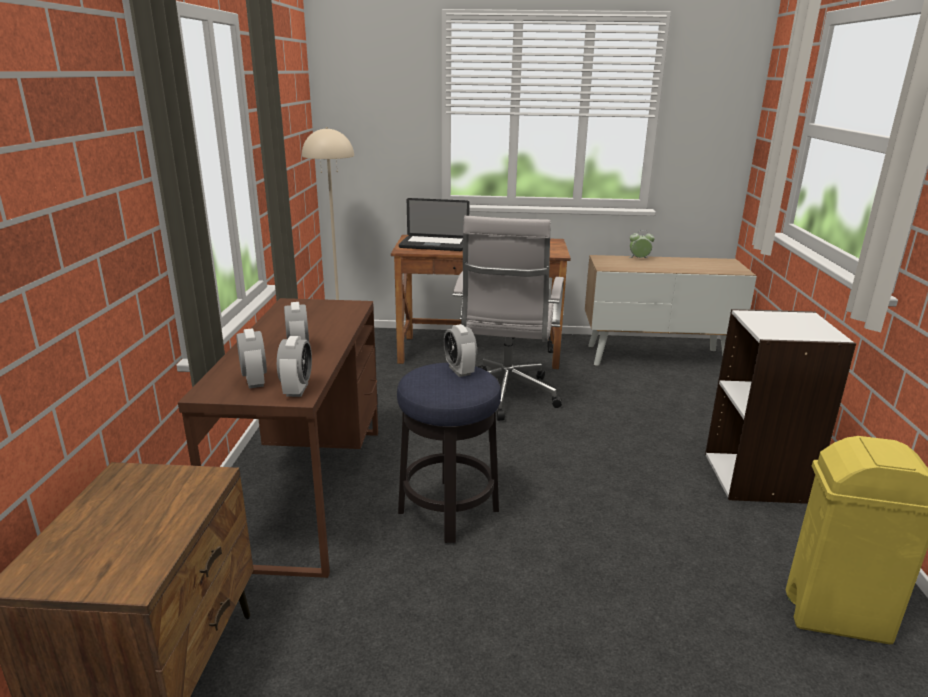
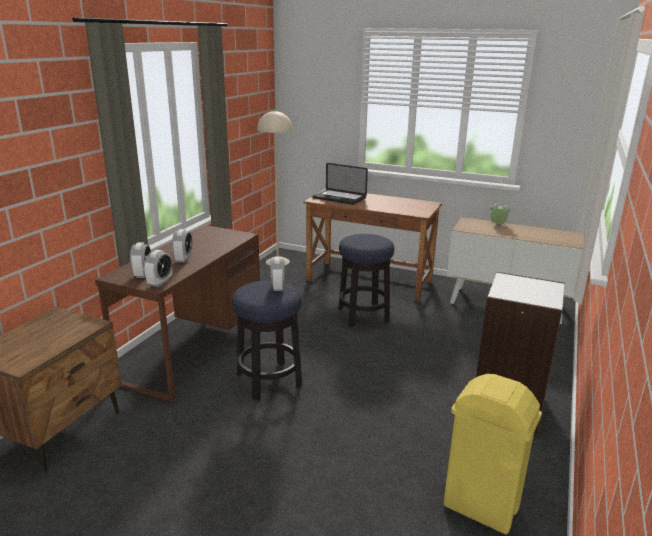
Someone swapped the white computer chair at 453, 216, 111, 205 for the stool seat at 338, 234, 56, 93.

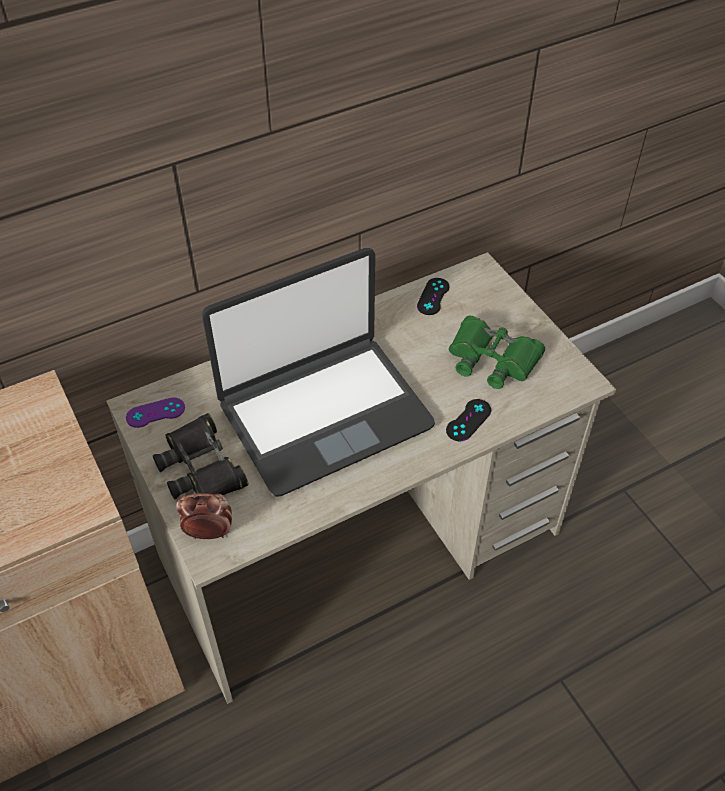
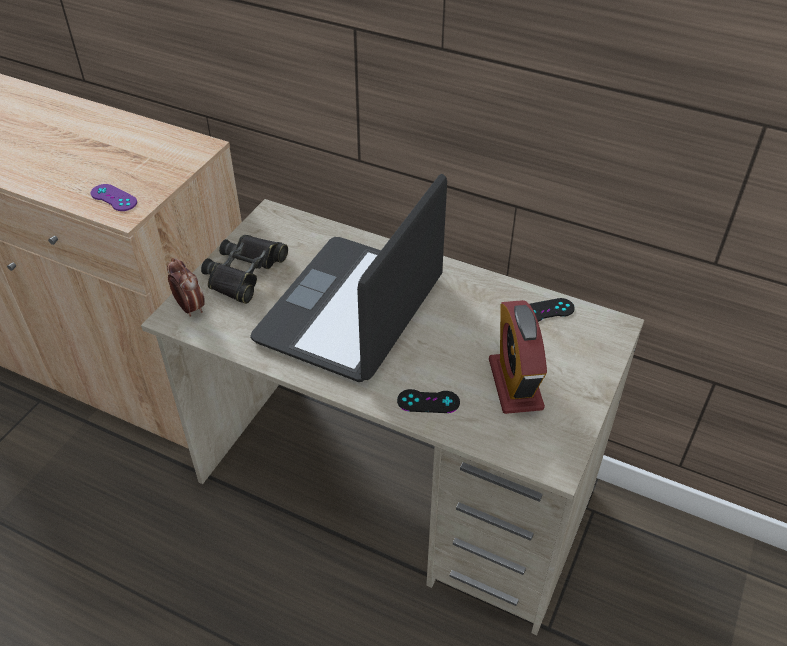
Someone carried the purple joypad from 126, 397, 59, 31 to 91, 184, 46, 27. Someone rotated the laptop at 202, 248, 233, 249 by 90 degrees clockwise. Someone swapped the green field glasses at 449, 316, 96, 73 for the table clock at 489, 300, 58, 114.

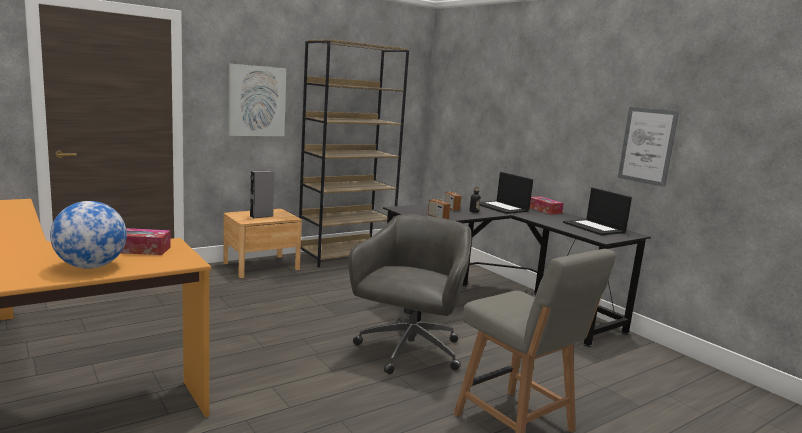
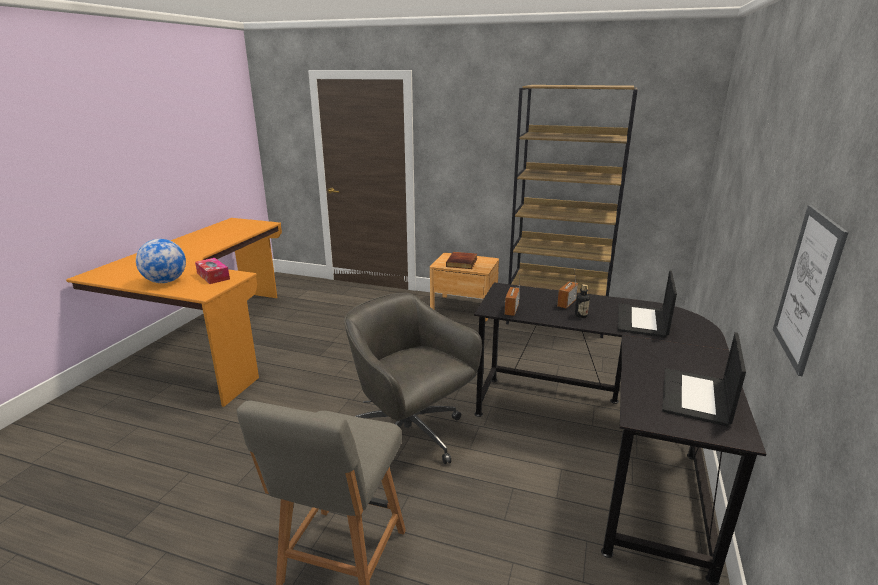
Someone took away the wall art at 228, 64, 58, 72. Someone swapped the gray loudspeaker at 249, 170, 25, 48 for the volume at 446, 252, 31, 17. Someone rotated the gray computer chair at 349, 214, 122, 160 by 120 degrees counterclockwise. Someone took away the tissue holder at 530, 196, 34, 19.

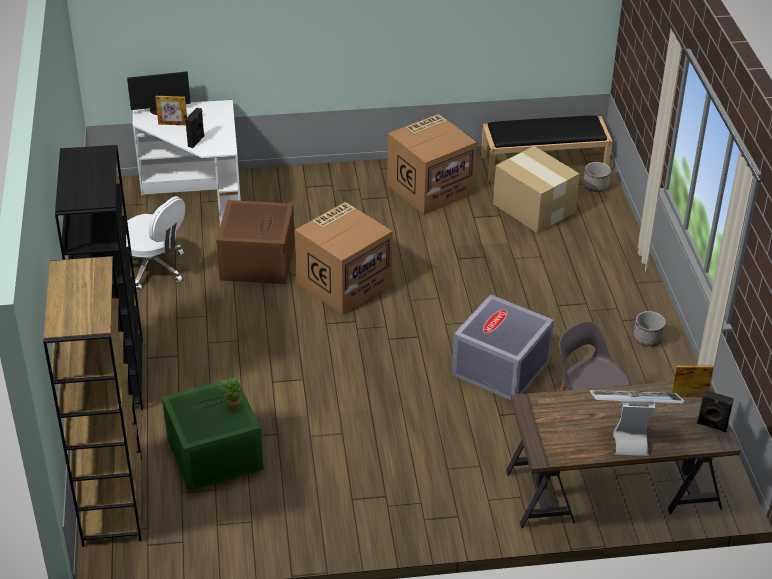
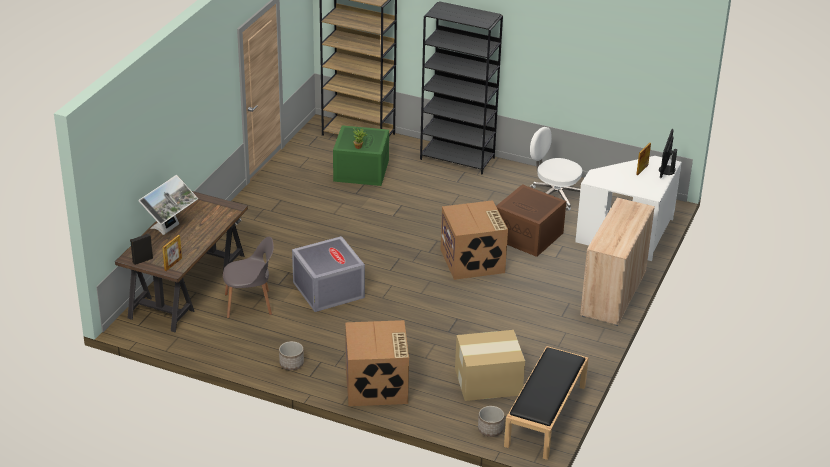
Someone rotated the white computer chair at 126, 196, 59, 95 by 60 degrees clockwise. Someone took away the blackish loudspeaker at 185, 108, 19, 40. Someone carried the packing box from 387, 114, 90, 101 to 345, 320, 64, 86. Someone put down the sand-coloured storage cabinet at 580, 198, 75, 128.

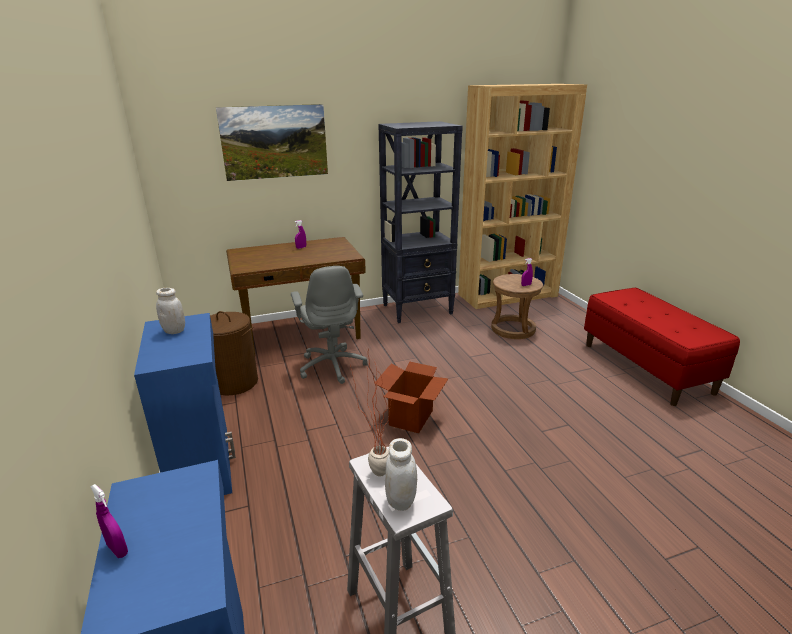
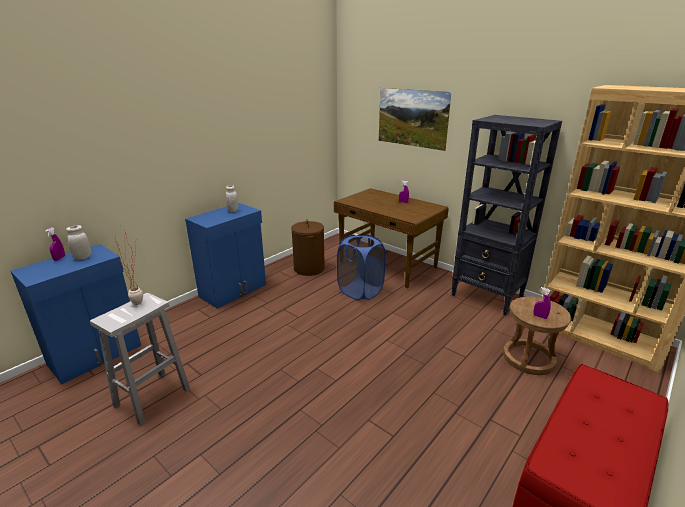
Someone swapped the gray computer chair at 291, 266, 77, 118 for the blue washing basket at 337, 234, 49, 66. Someone took away the packing box at 374, 361, 74, 72. Someone carried the white storage jar from 385, 438, 32, 73 to 66, 225, 25, 35.

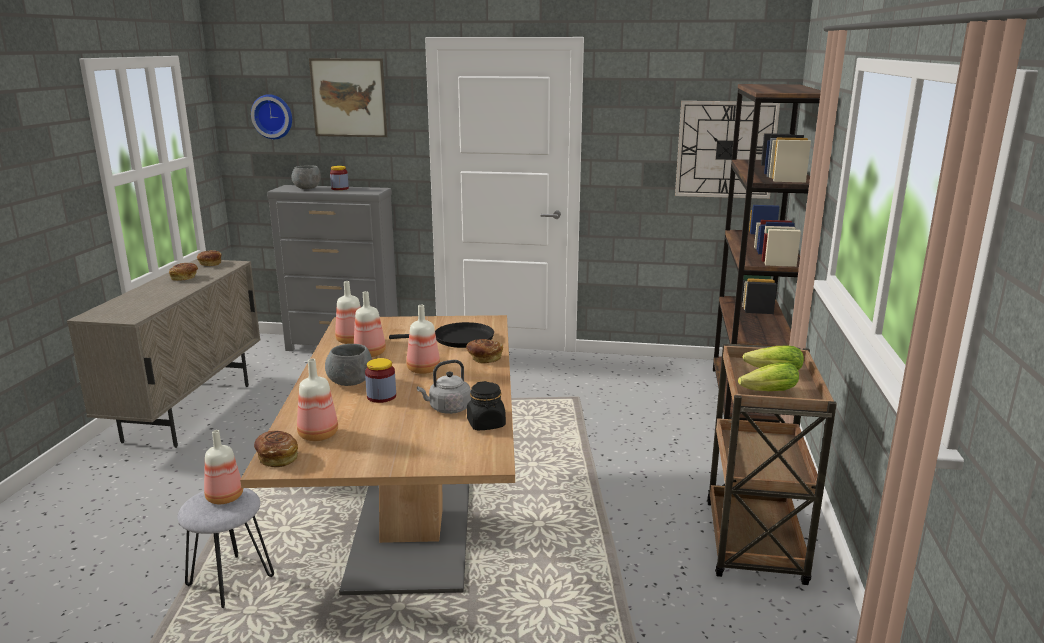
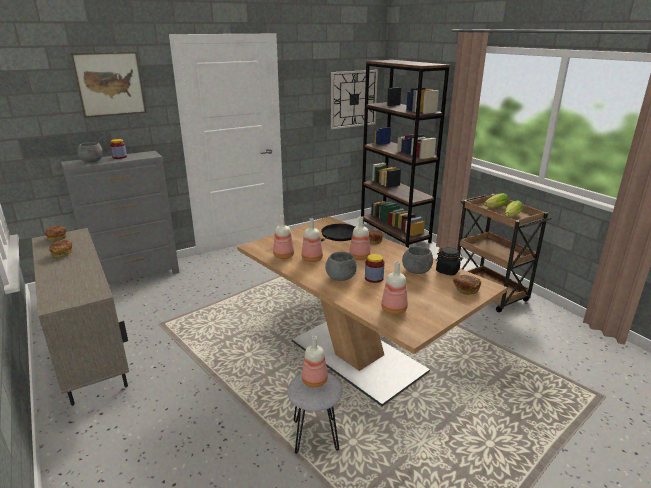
Someone took away the wall clock at 251, 94, 41, 45. Someone carried the baked bread from 254, 431, 44, 36 to 453, 275, 28, 20. Someone swapped the gray water kettle at 417, 360, 54, 54 for the gray serving bowl at 402, 246, 31, 28.

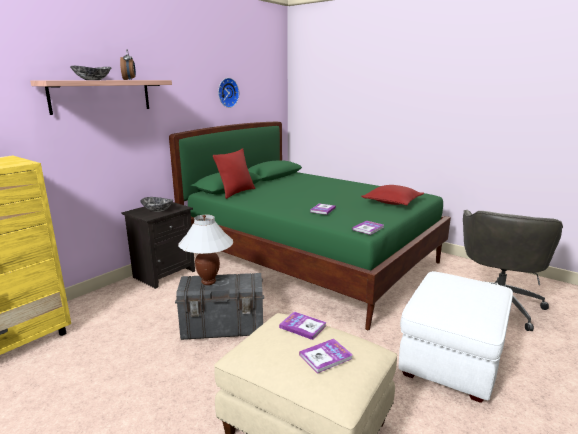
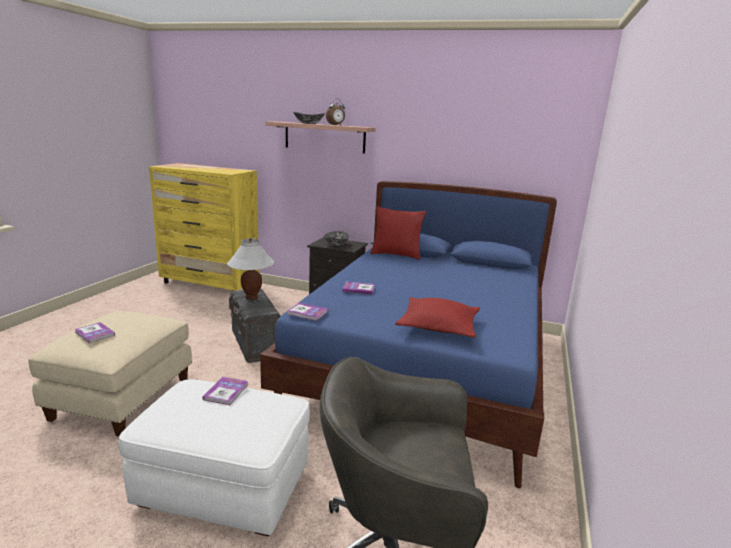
Someone repainted the green sleeping bed at 169, 121, 282, 209, which became the blue sleeping bed at 260, 181, 297, 307. Someone took away the wall clock at 218, 78, 21, 30. Someone carried the volume from 279, 312, 48, 28 to 203, 377, 45, 28.

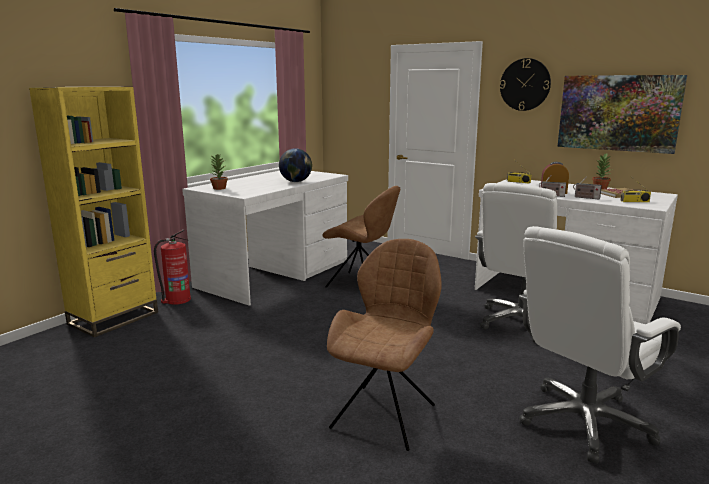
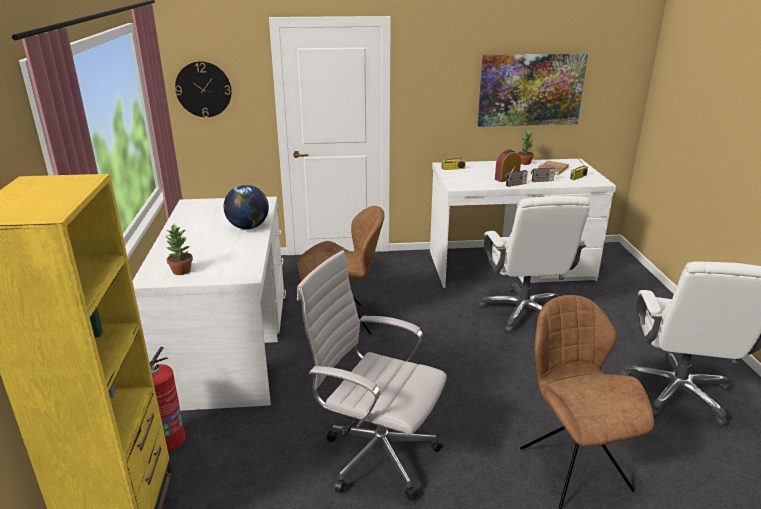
Someone carried the wall clock from 500, 58, 51, 53 to 175, 61, 57, 56. Someone put down the white computer chair at 297, 250, 150, 250.

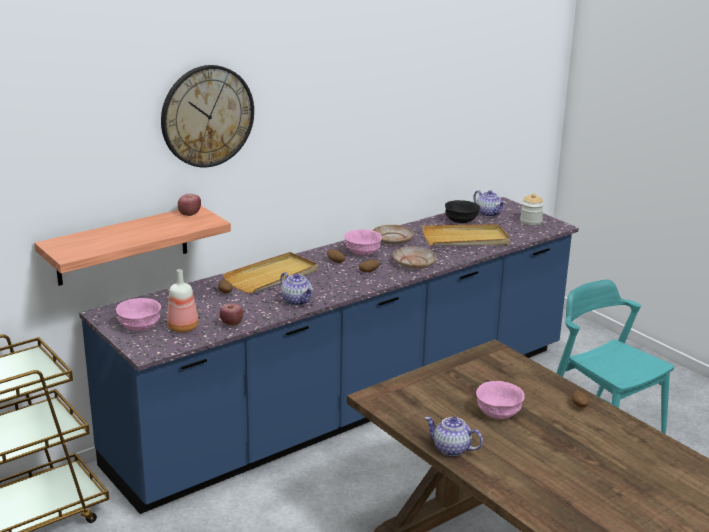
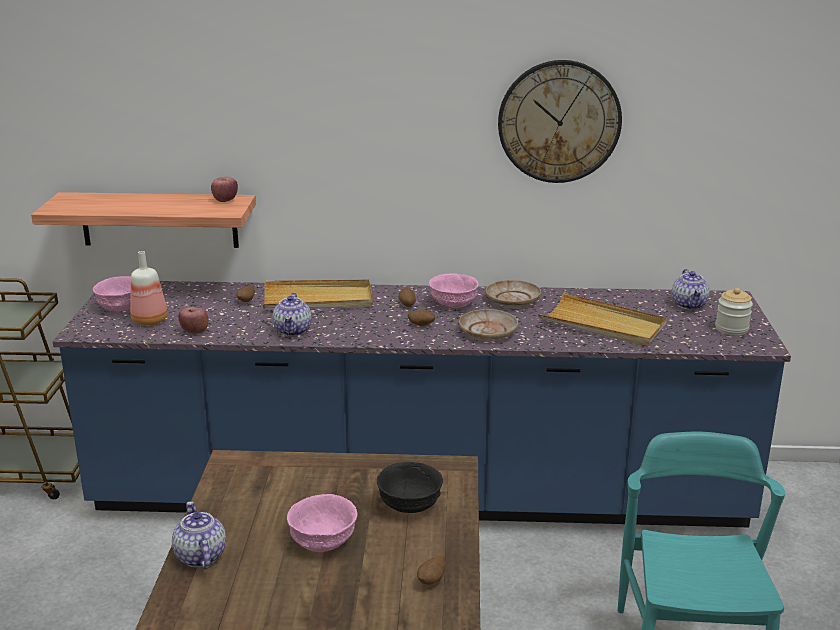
Someone carried the wall clock from 161, 65, 93, 102 to 498, 60, 124, 123. Someone carried the blackish serving bowl from 445, 200, 35, 23 to 377, 462, 66, 51.

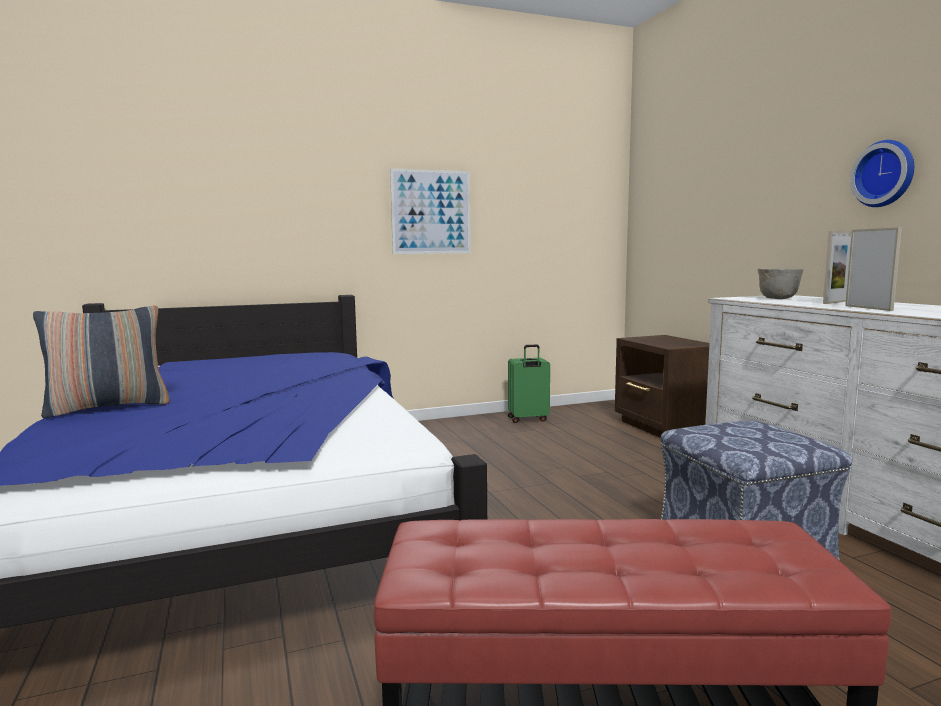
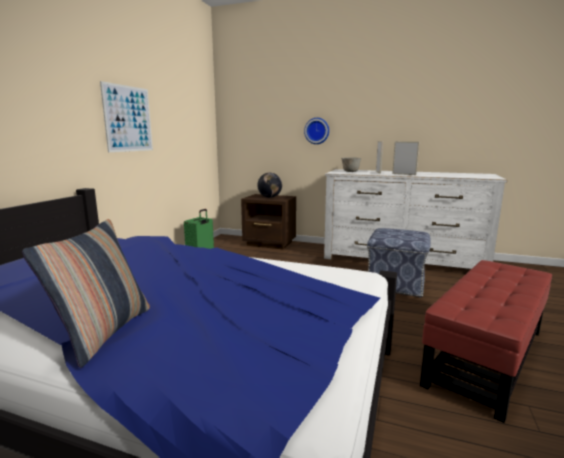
Someone carried the wall clock from 850, 140, 64, 67 to 304, 118, 25, 26. Someone put down the world globe at 257, 173, 25, 25.

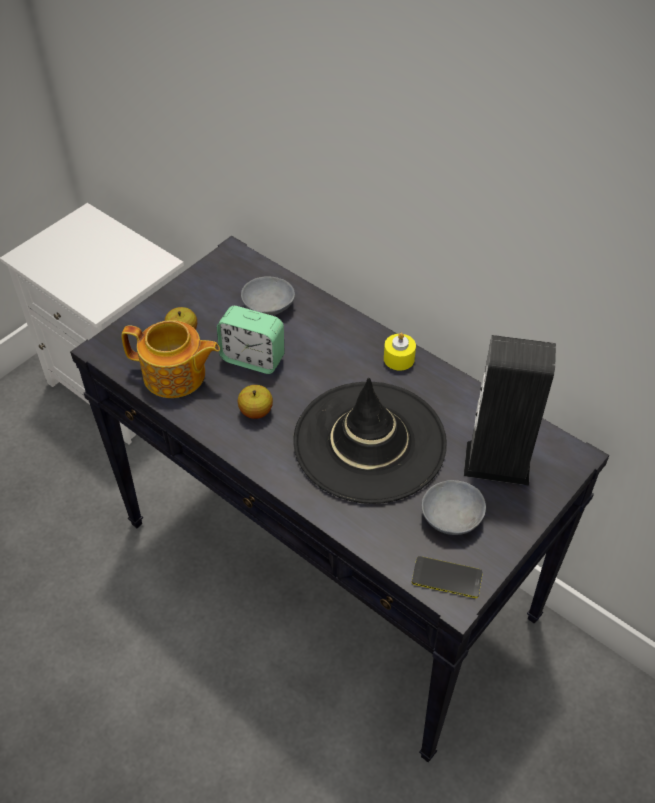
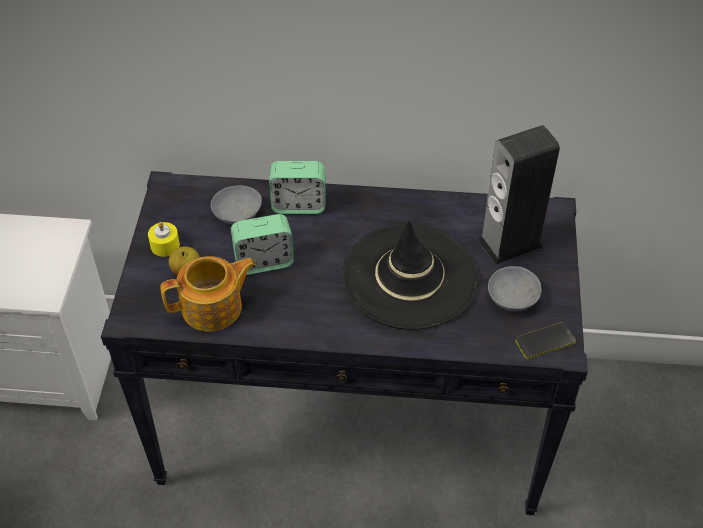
Someone took away the apple at 238, 385, 35, 34. Someone carried the yellow-coloured candle from 384, 333, 32, 37 to 148, 222, 32, 35. Someone put down the table clock at 269, 161, 57, 53.

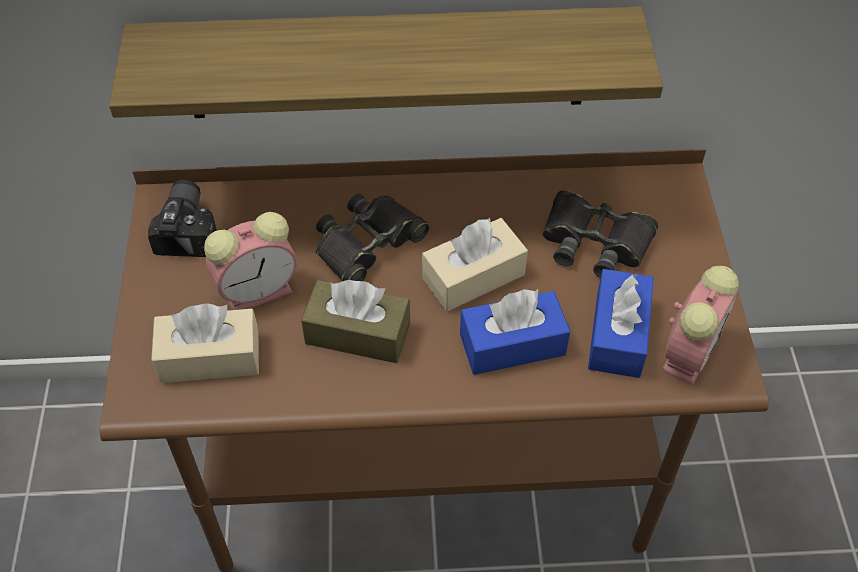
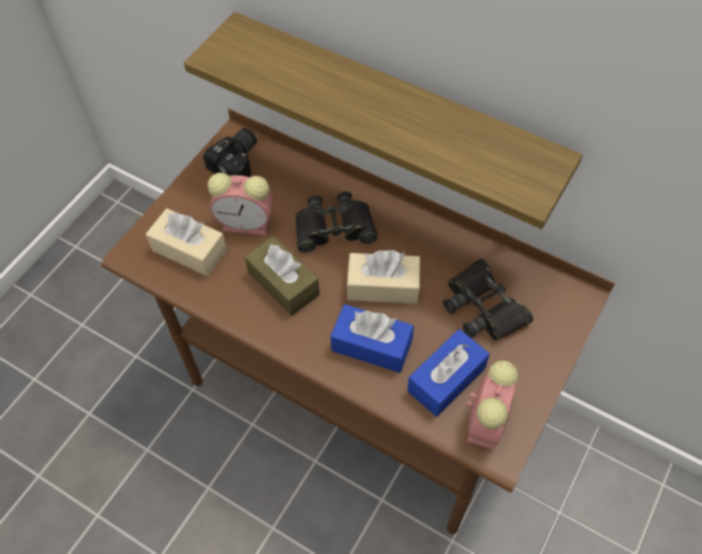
Someone rotated the table clock at 661, 266, 78, 119 by 45 degrees counterclockwise.

